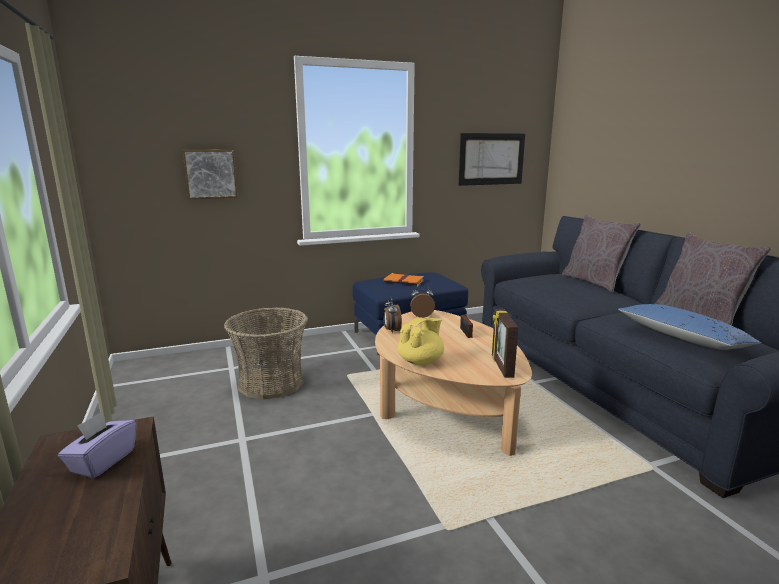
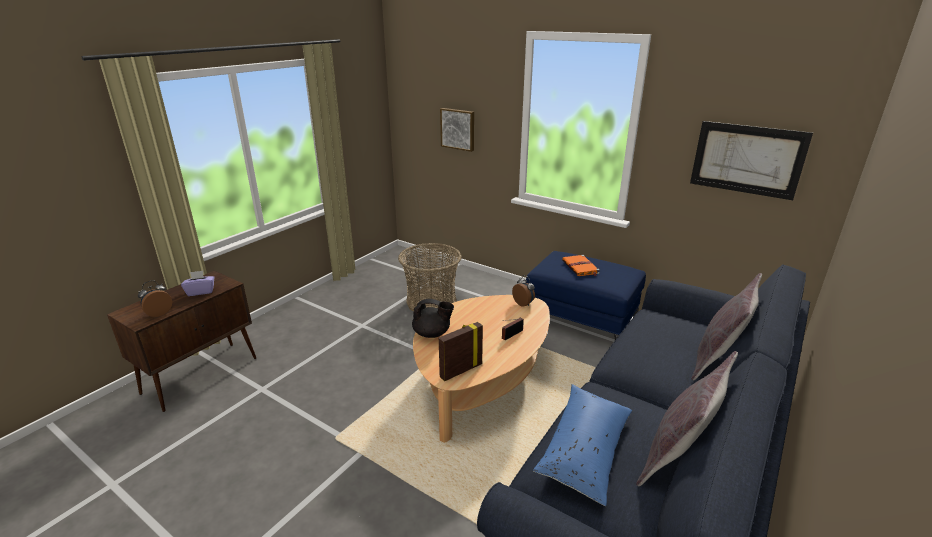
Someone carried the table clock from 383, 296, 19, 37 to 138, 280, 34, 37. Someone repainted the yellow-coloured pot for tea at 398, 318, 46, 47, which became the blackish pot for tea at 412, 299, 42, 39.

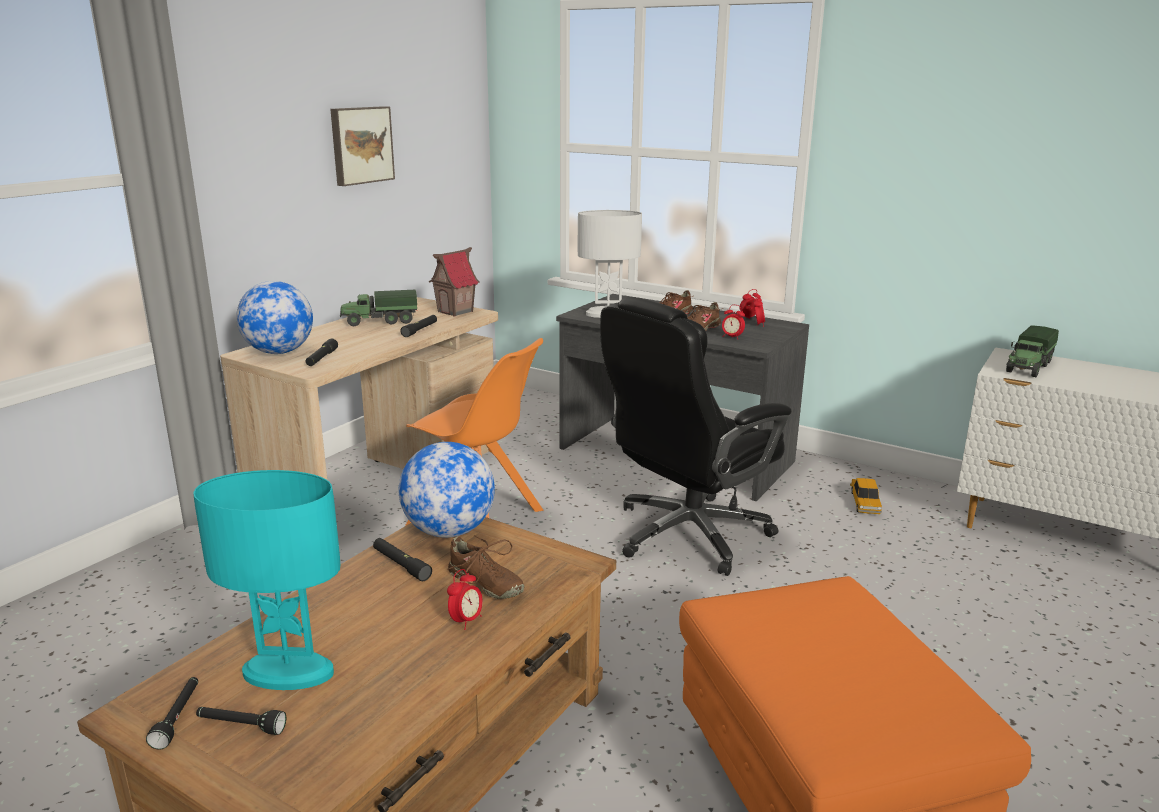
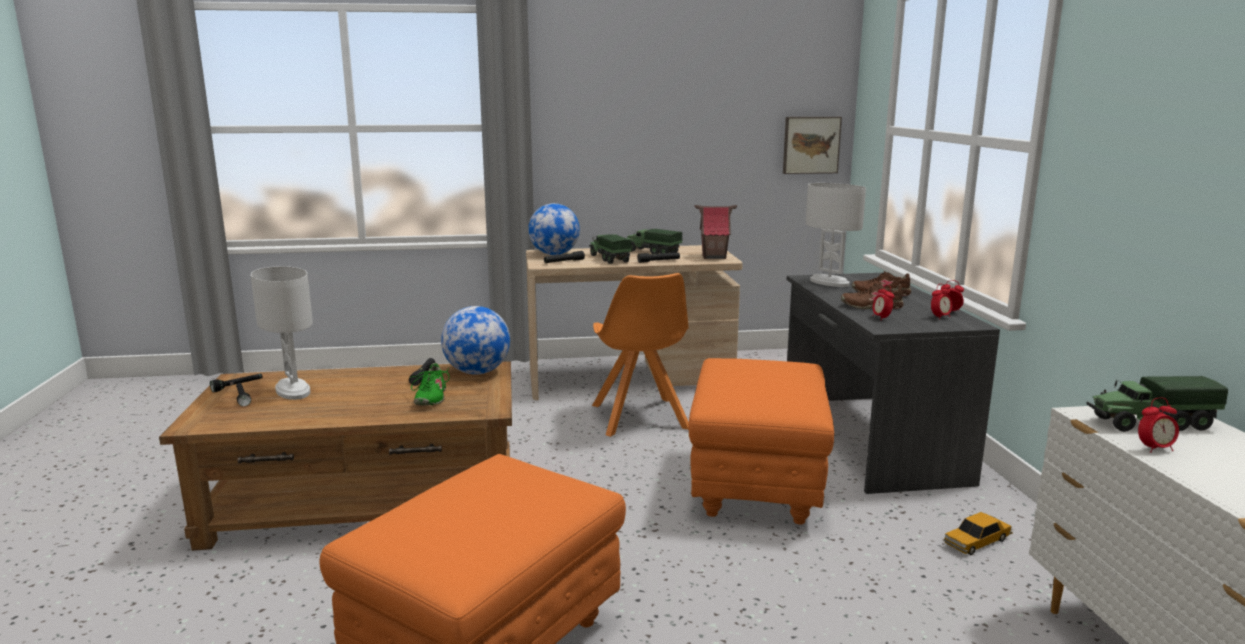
Someone repainted the blue-green tabletop lamp at 193, 470, 147, 220, which became the white tabletop lamp at 251, 266, 62, 134. Someone carried the wall art from 330, 106, 65, 80 to 783, 117, 59, 57. Someone repainted the brown-coloured item of footwear at 447, 535, 77, 64, which became the green item of footwear at 410, 363, 40, 43. Someone carried the table clock from 447, 569, 36, 61 to 1138, 397, 41, 56. Someone swapped the blackish computer chair at 600, 297, 192, 279 for the orangey pouffe at 689, 358, 145, 167. Someone put down the toy lorry at 589, 235, 43, 29.

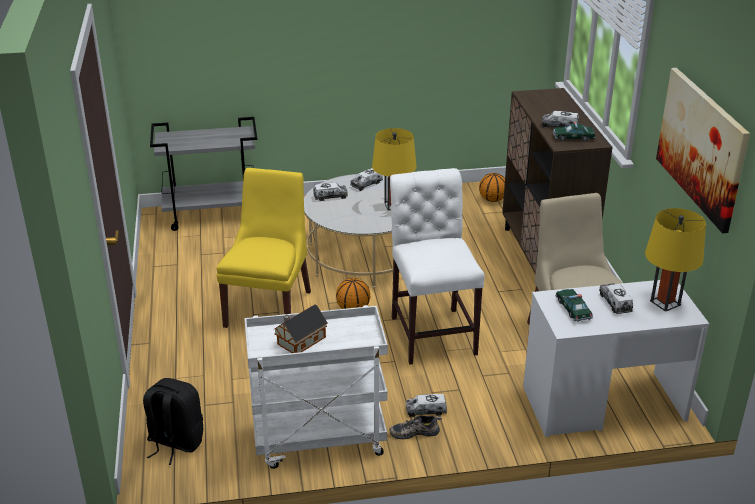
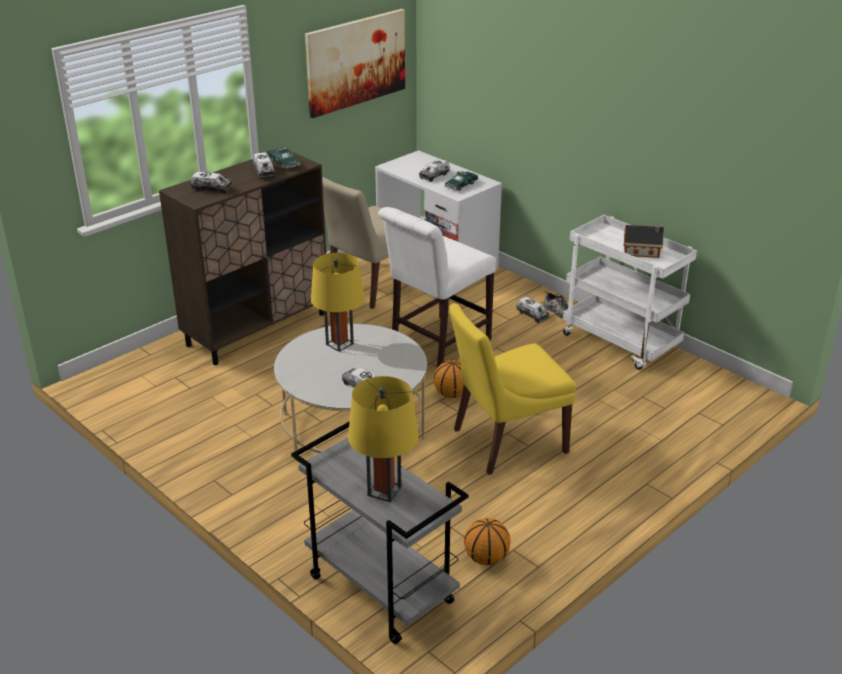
Someone took away the blackish knapsack at 143, 378, 60, 87. Someone carried the toy lorry from 350, 168, 33, 23 to 191, 172, 41, 22. Someone carried the ball for basketball from 479, 173, 26, 29 to 464, 518, 46, 47. Someone carried the yellow-coloured tabletop lamp from 645, 208, 61, 104 to 348, 376, 71, 126.

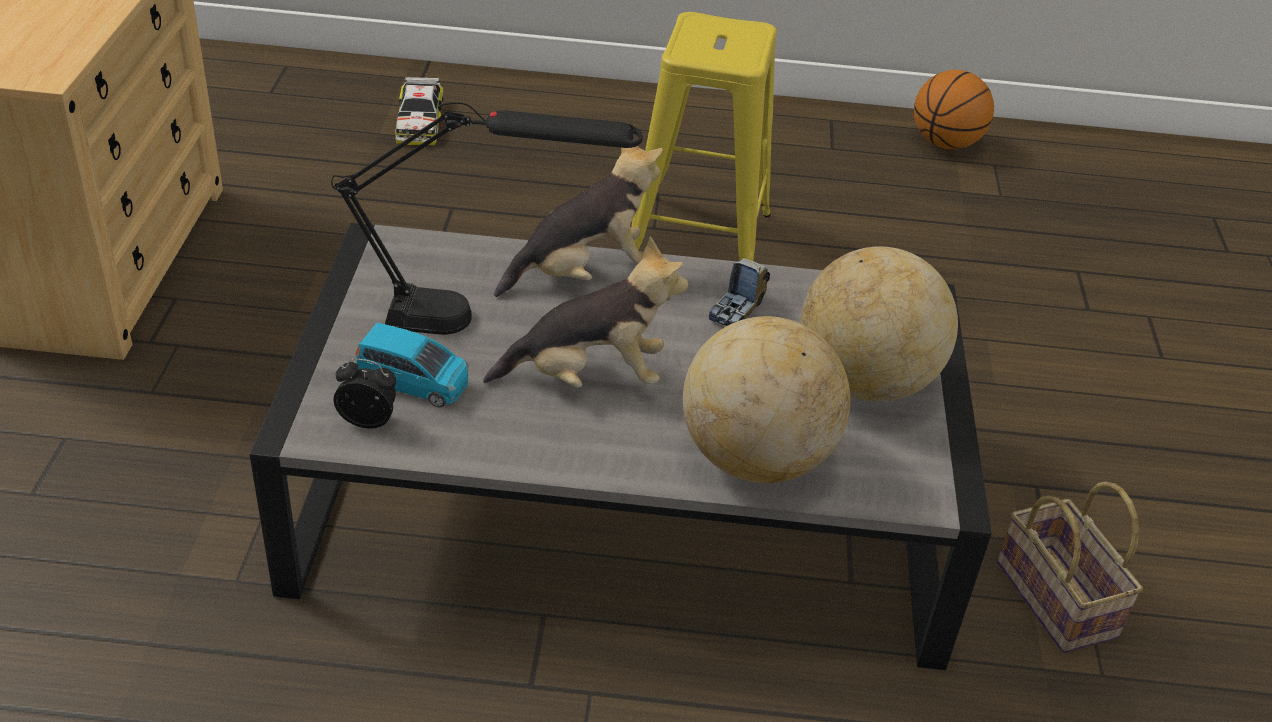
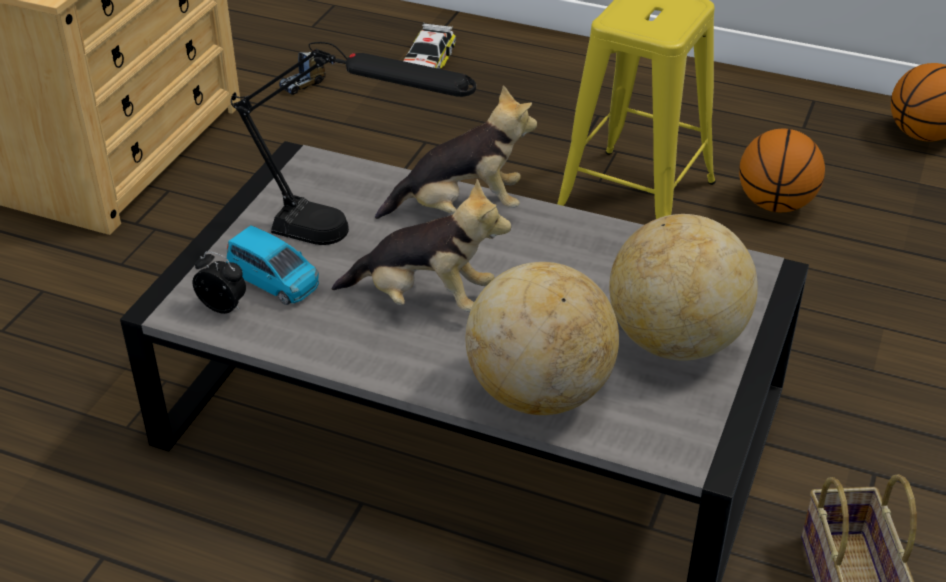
Someone carried the toy lorry from 709, 258, 61, 68 to 279, 52, 47, 43. Someone put down the ball for basketball at 739, 129, 86, 83.

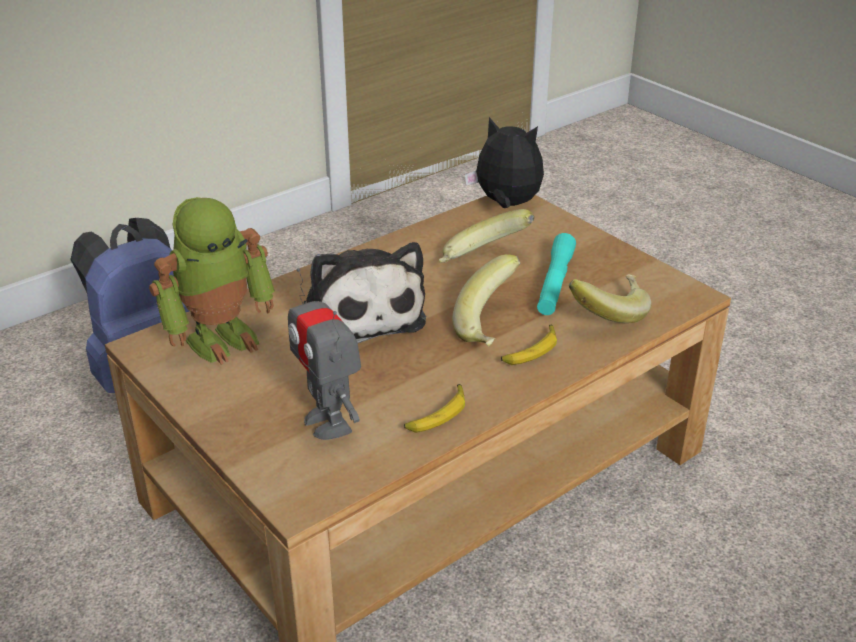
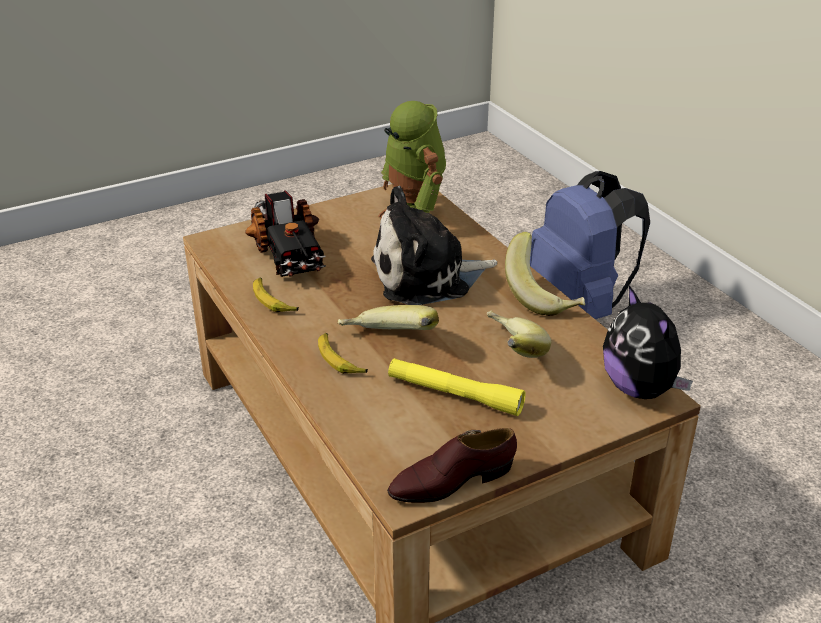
Someone swapped the model robot at 288, 268, 73, 172 for the toy lorry at 245, 190, 81, 87. Someone rotated the plush toy at 465, 117, 79, 91 by 120 degrees clockwise. Someone repainted the blue-green flashlight at 537, 233, 39, 82, which became the yellow-coloured flashlight at 388, 358, 138, 58. Someone carried the whole banana from 569, 274, 82, 49 to 505, 232, 80, 84. Someone put down the brown-coloured item of footwear at 387, 428, 130, 75.

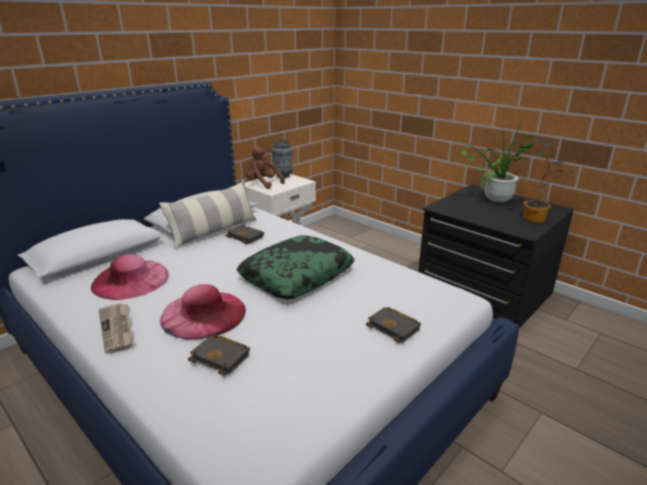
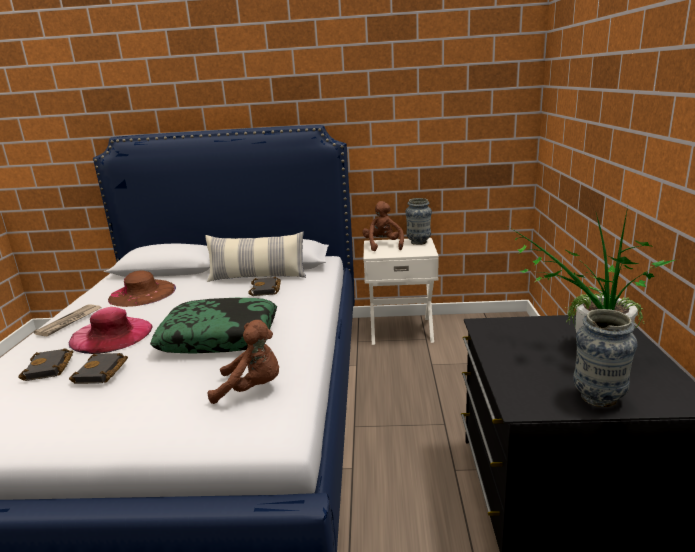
Someone repainted the pink clothing hat at 91, 254, 78, 46, which became the brown-coloured clothing hat at 108, 270, 68, 37. Someone carried the blackish volume from 366, 307, 55, 36 to 69, 353, 59, 31. Someone swapped the plant in a pot at 523, 139, 55, 84 for the vase at 573, 309, 65, 98. Someone put down the brown-coloured plush toy at 207, 320, 72, 84.

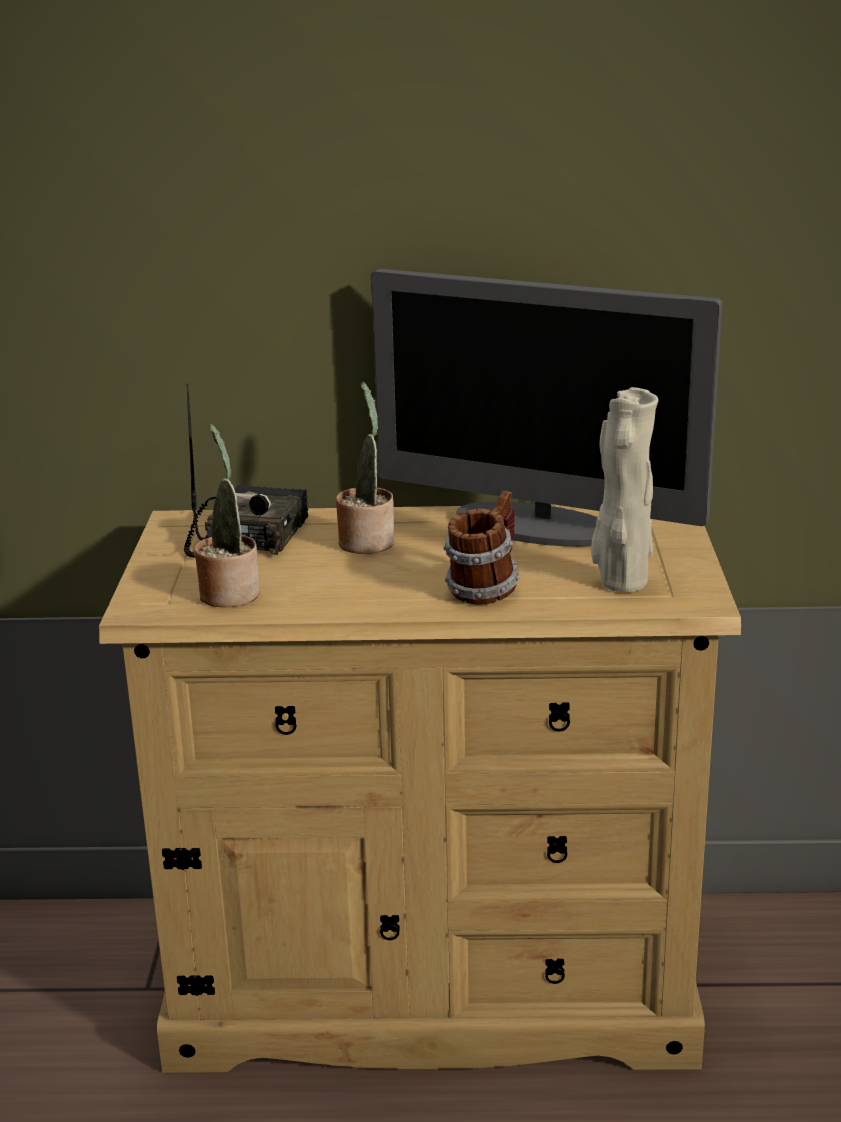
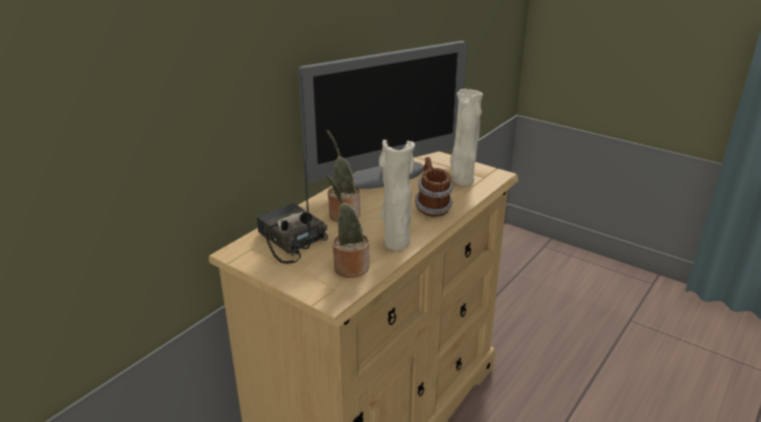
Someone put down the sand-coloured vase at 379, 140, 36, 110.

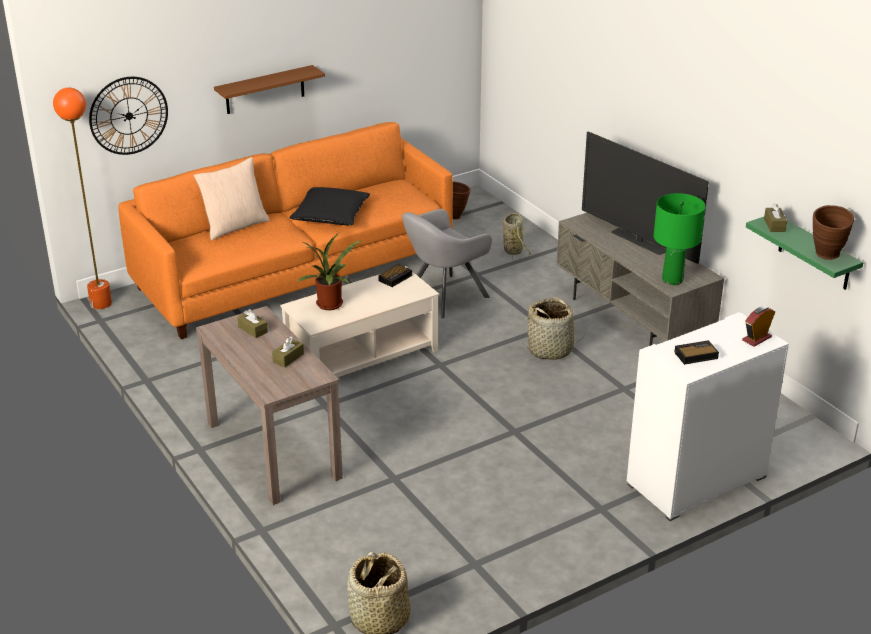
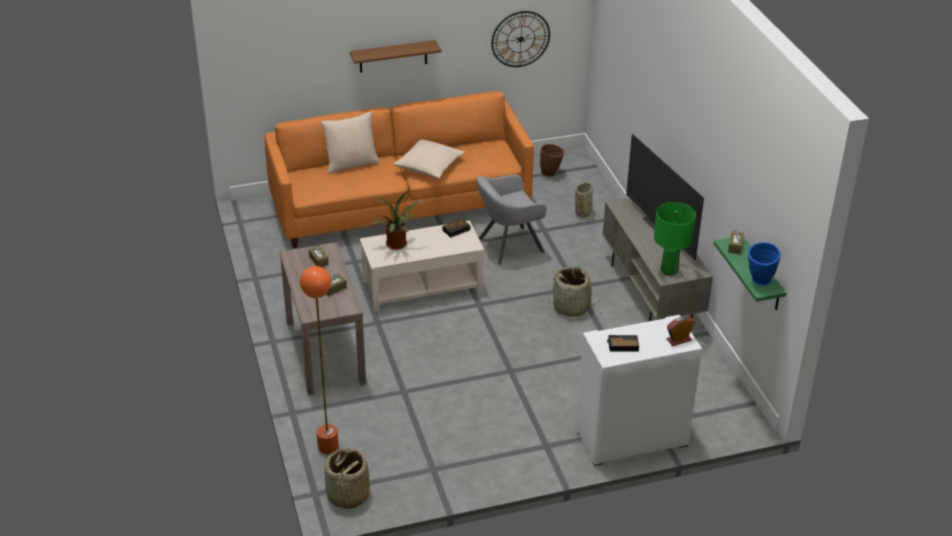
Someone carried the orangey standing lamp from 53, 88, 59, 221 to 300, 266, 39, 188. Someone carried the wall clock from 89, 77, 79, 78 to 491, 11, 59, 56. Someone repainted the blackish pillow at 289, 187, 81, 38, which became the sand-coloured pillow at 393, 140, 72, 39. Someone repainted the brown-coloured vase at 813, 205, 41, 55, which became the blue vase at 748, 242, 33, 44.

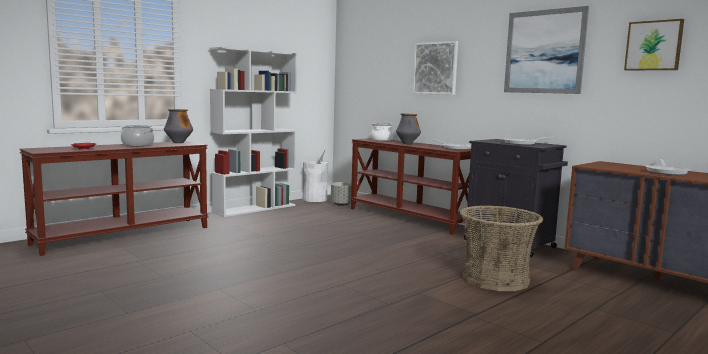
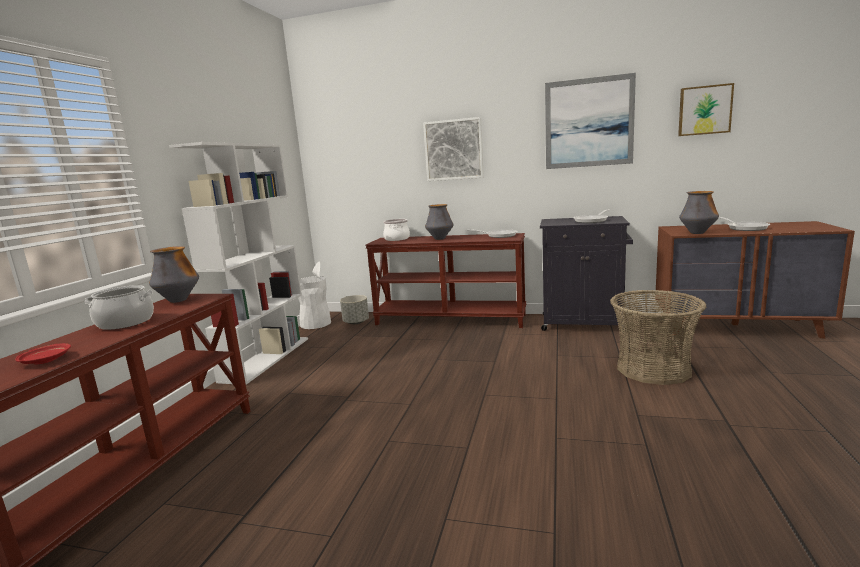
Someone put down the vase at 679, 191, 40, 43.

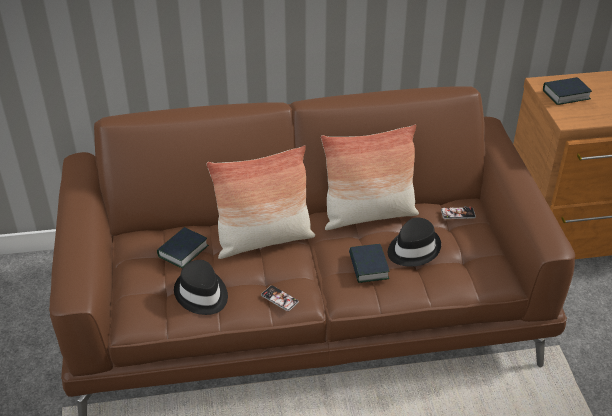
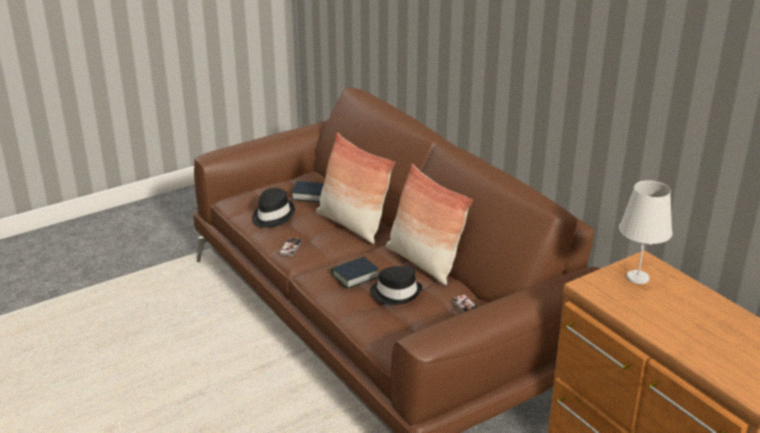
Someone swapped the volume at 543, 77, 49, 28 for the white tabletop lamp at 619, 180, 54, 104.

